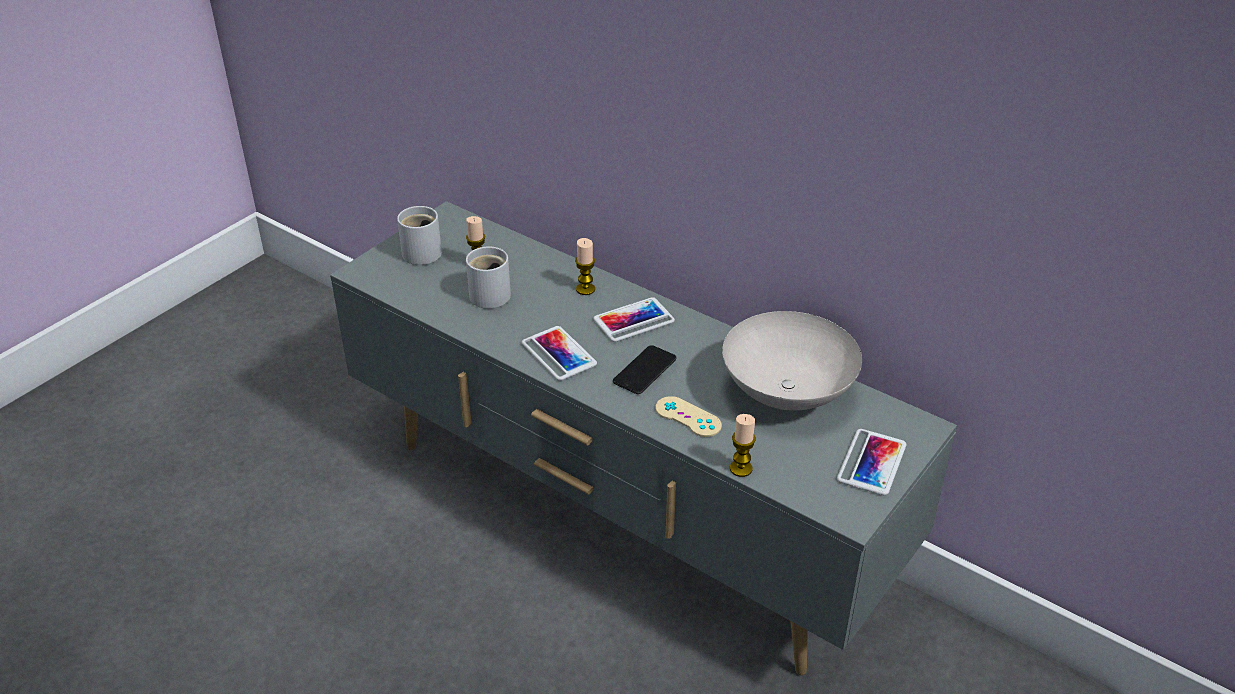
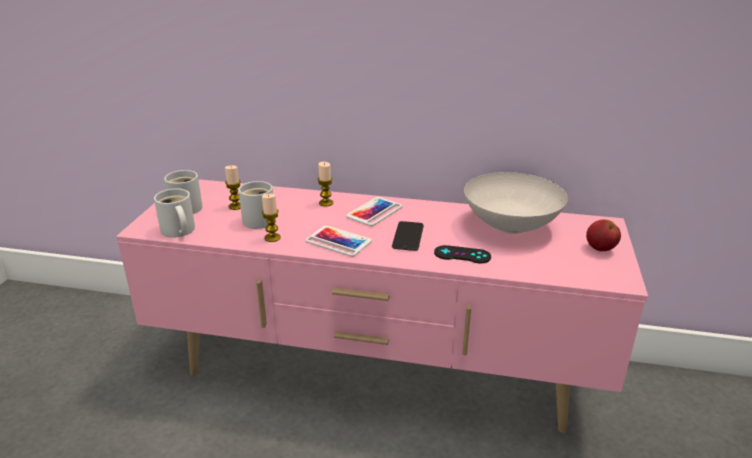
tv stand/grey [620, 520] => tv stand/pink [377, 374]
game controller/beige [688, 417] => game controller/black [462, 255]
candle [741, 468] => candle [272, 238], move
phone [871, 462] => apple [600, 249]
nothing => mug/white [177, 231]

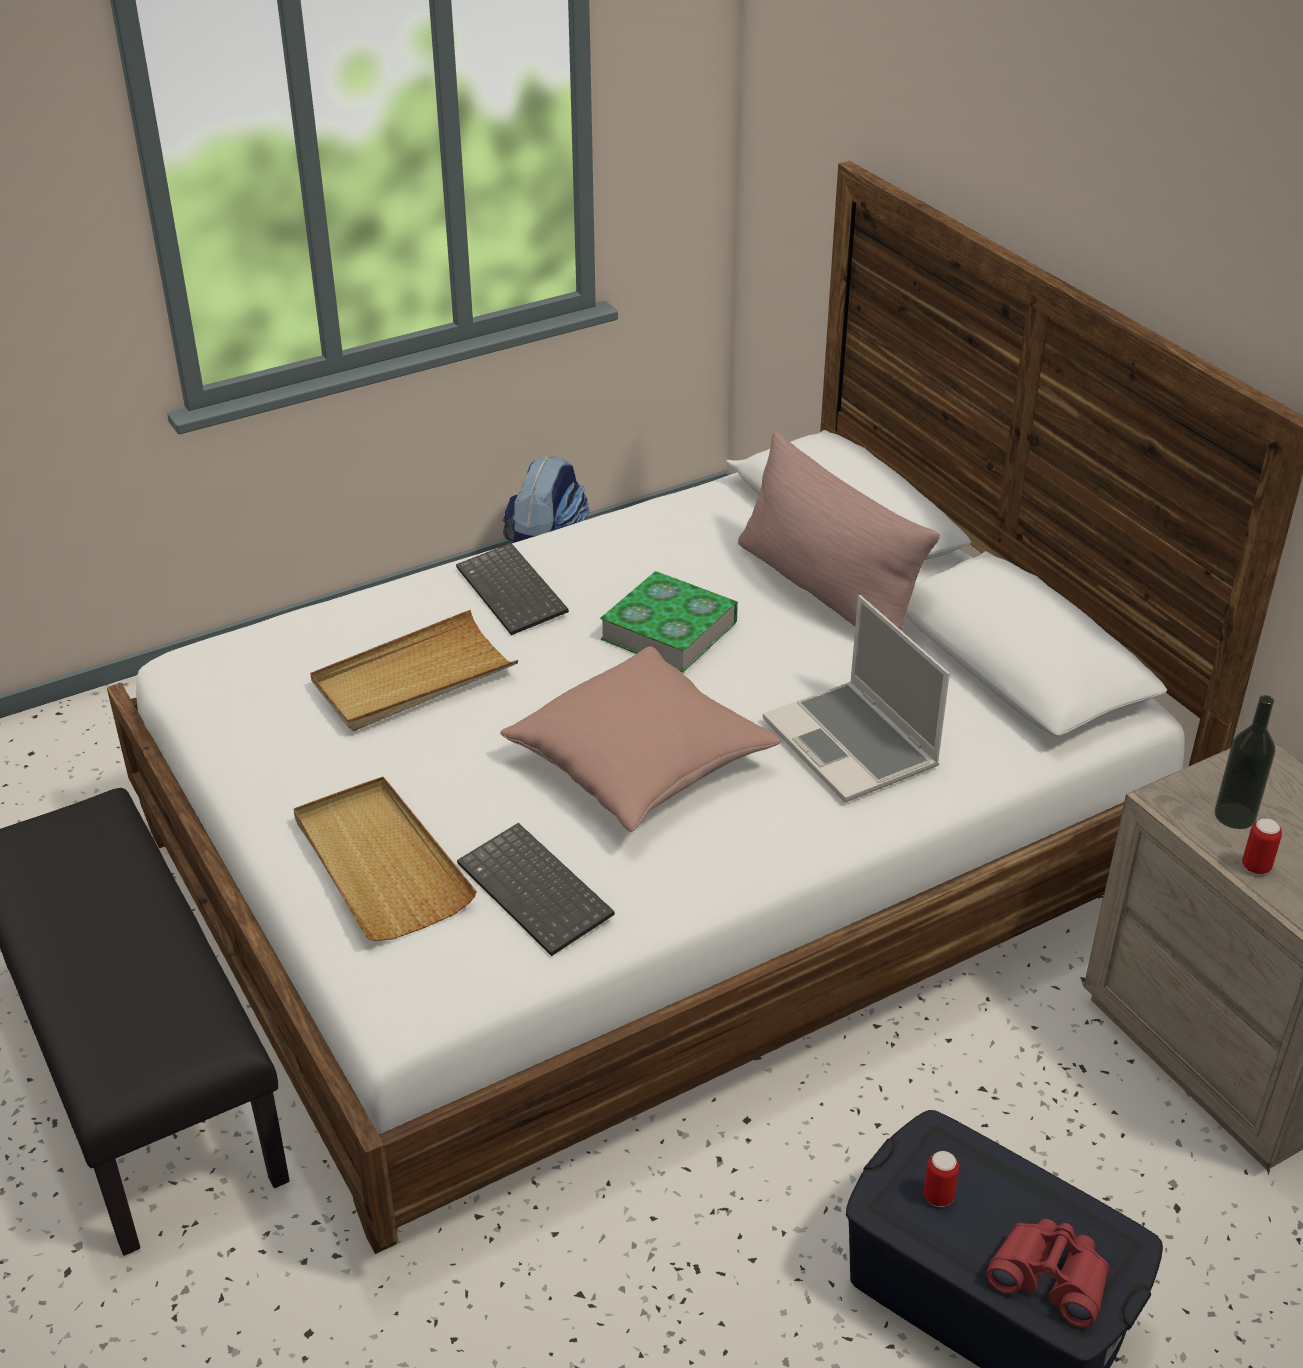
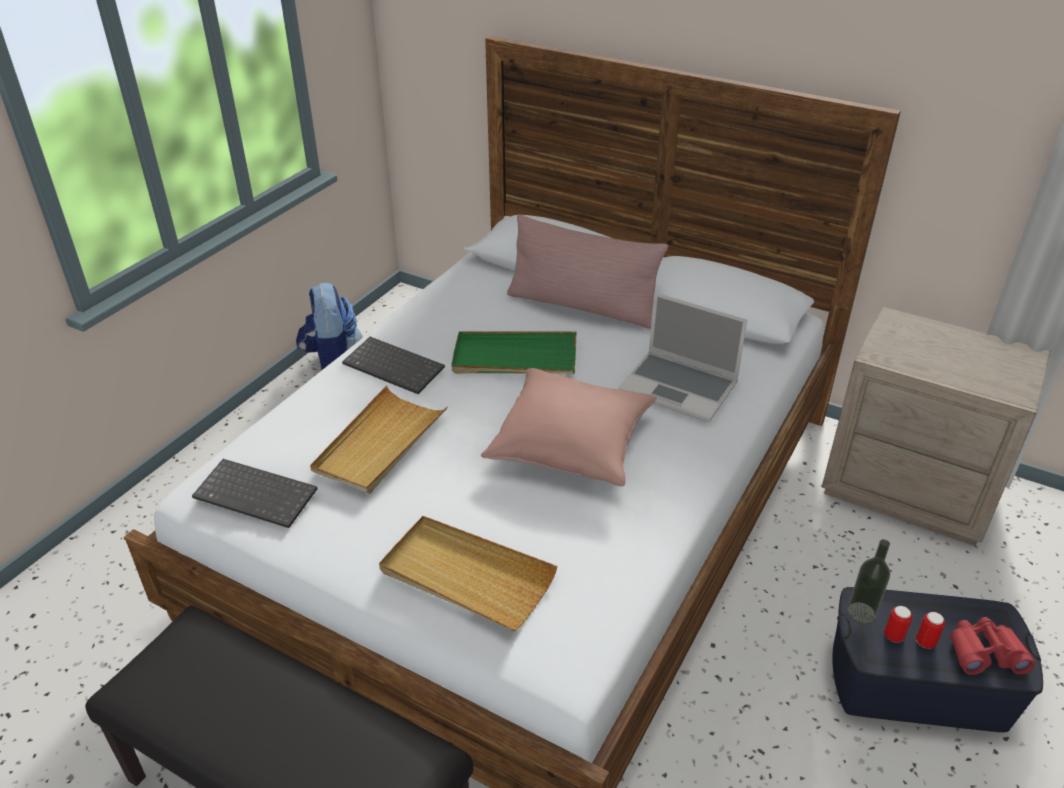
keyboard [538, 891] => keyboard [258, 494], move
book [669, 630] => tray/green [514, 358]
bottle [1234, 815] => bottle [861, 612], move
can [1256, 867] => can [925, 642], move

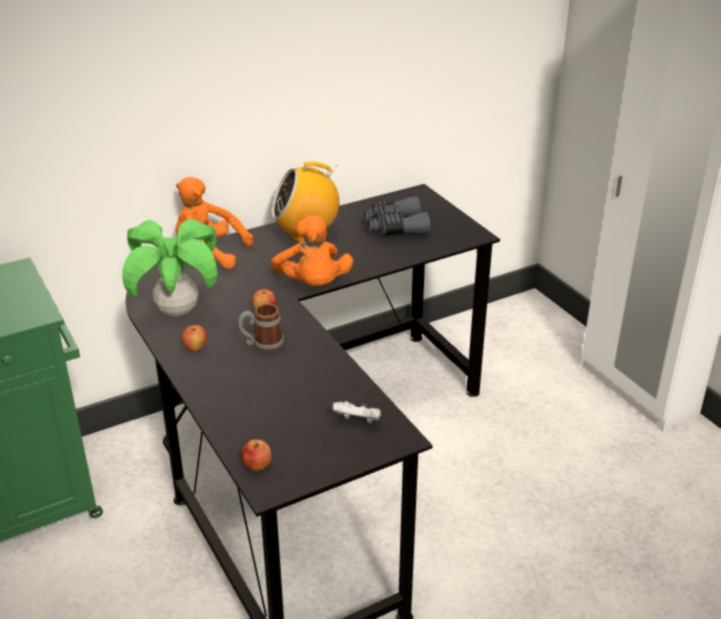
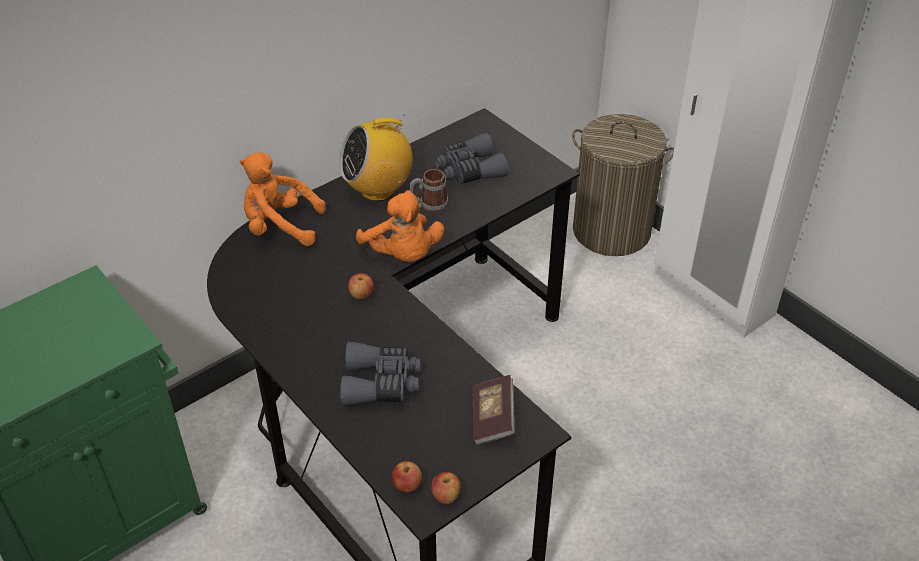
potted plant [177, 312] => nothing
apple [195, 348] => apple [445, 496], move
mug [262, 344] => mug [429, 205], move
game controller/white [358, 421] => book [492, 419]
nothing => binoculars/grey [381, 383]
nothing => laundry basket [611, 231]

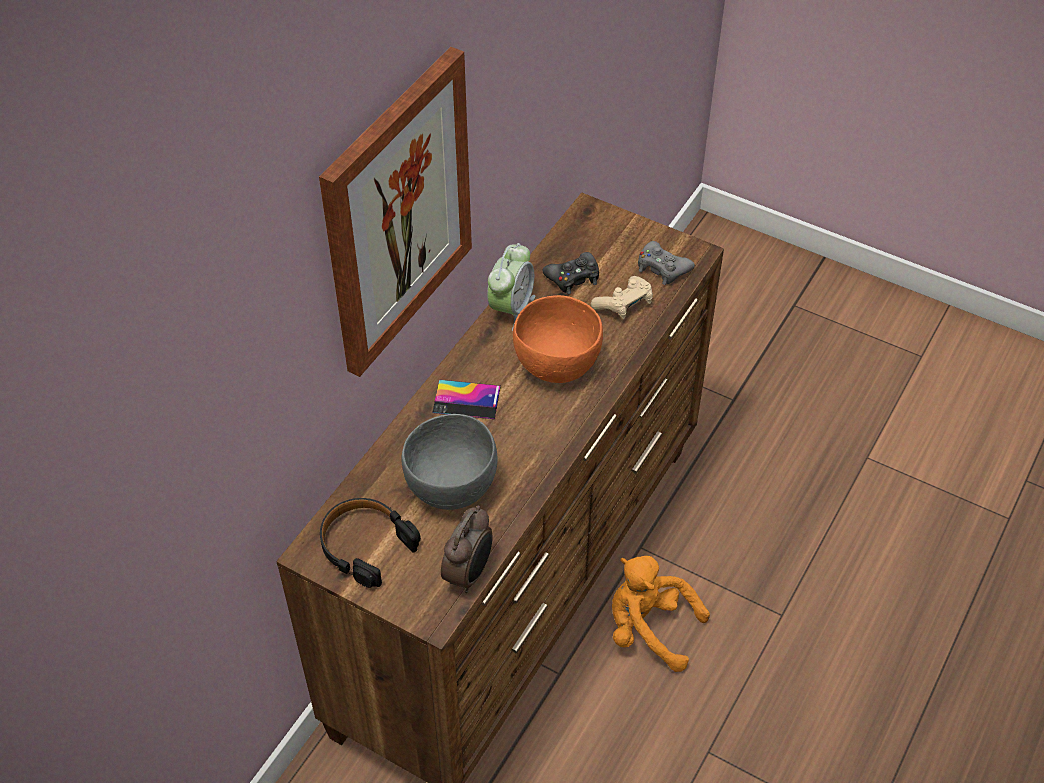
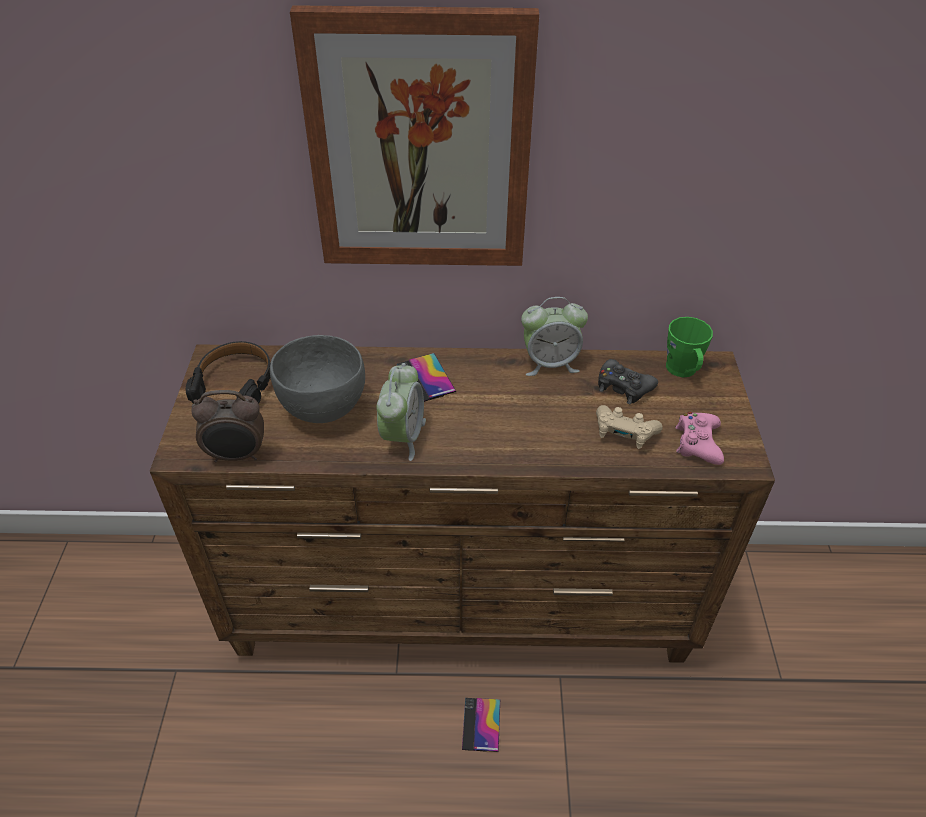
bowl/orange [556, 366] => nothing
plush toy/orange [649, 629] => phone [481, 724]
game controller/grey [662, 268] => game controller/pink [698, 443]
nothing => alarm clock [402, 436]
nothing => mug/green [683, 371]

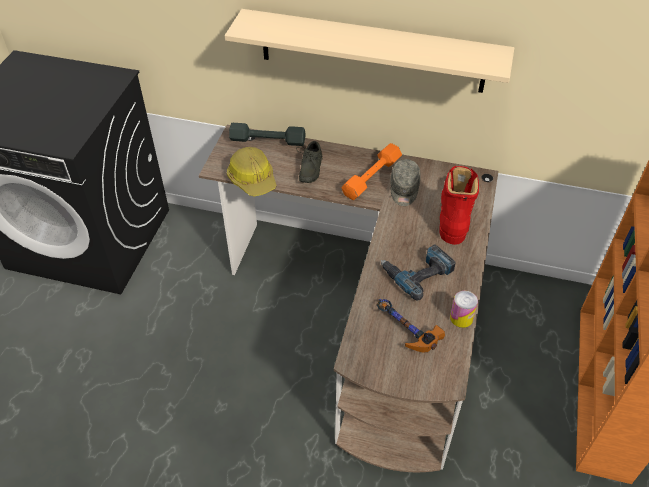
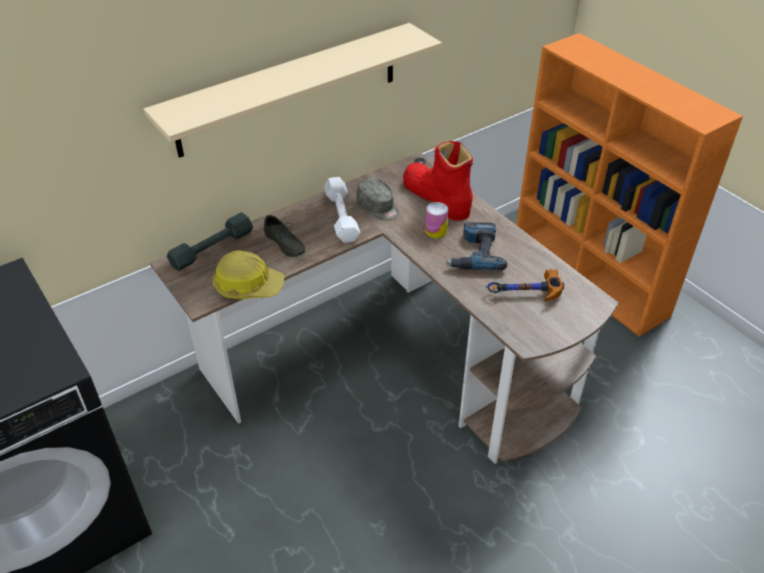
dumbbell/orange [371, 177] => dumbbell/white [341, 216]
can [461, 318] => can [435, 231], move

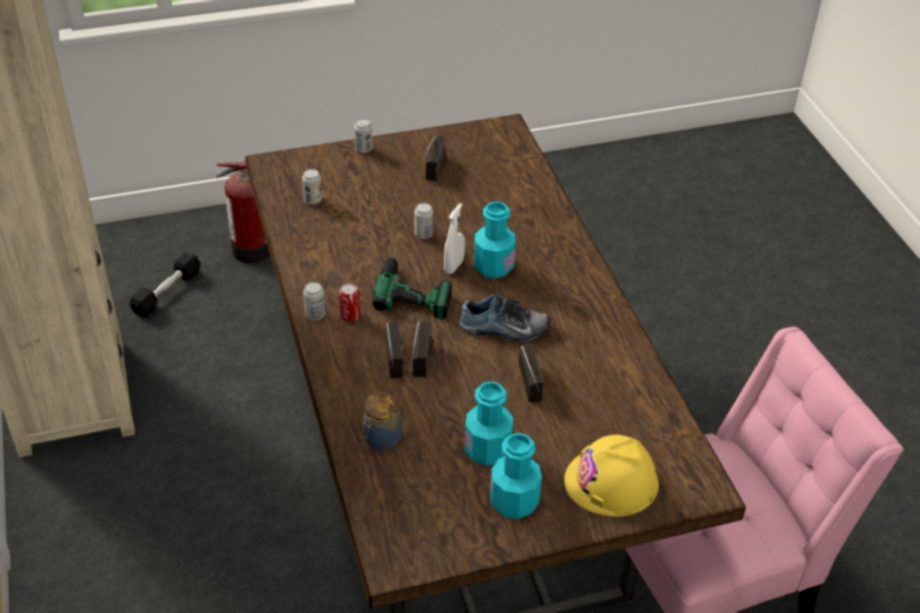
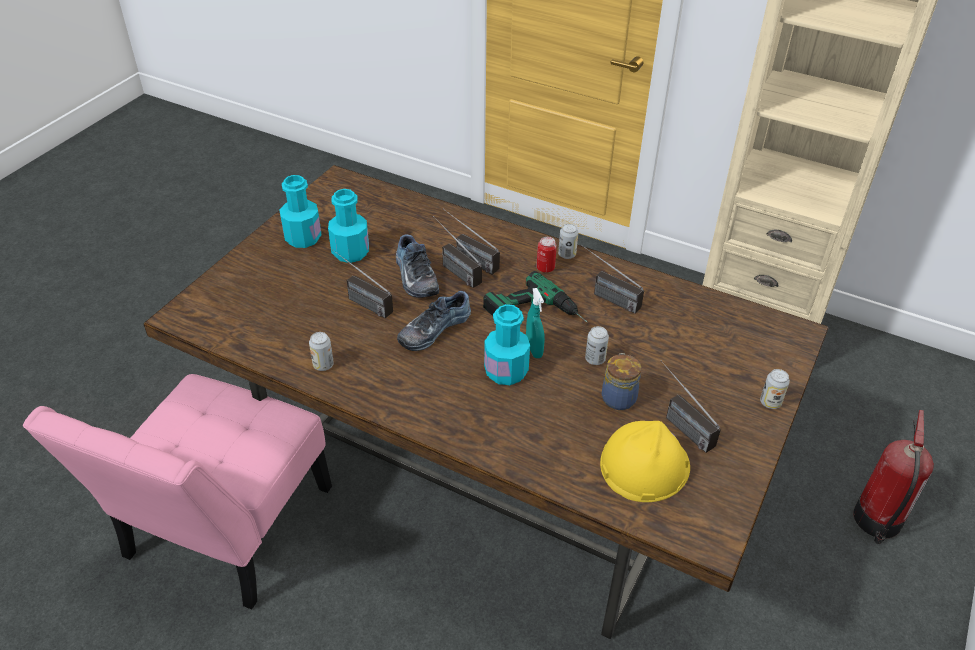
dumbbell/black [167, 292] => nothing
can [313, 200] => can [323, 365], move
jar [381, 439] => jar [618, 397], move
spray bottle/white [454, 266] => spray bottle/turquoise [534, 349]
hard hat/yellow [611, 482] => hard hat/yellow [644, 465], move
nothing => shoe [414, 277]
nothing => radio [605, 296]

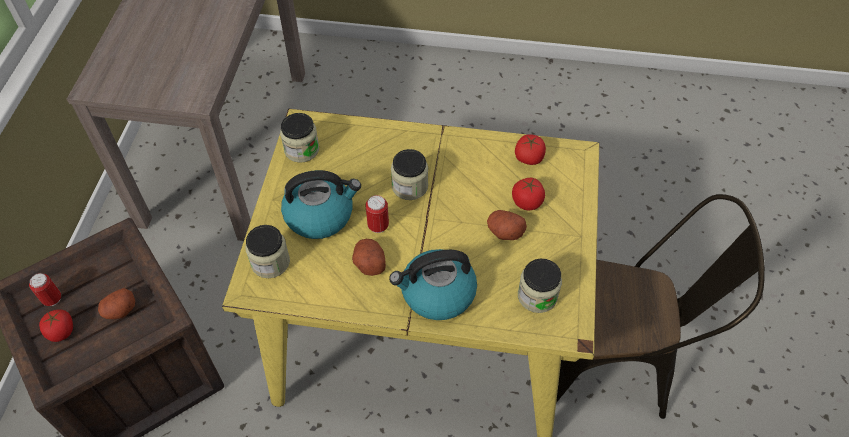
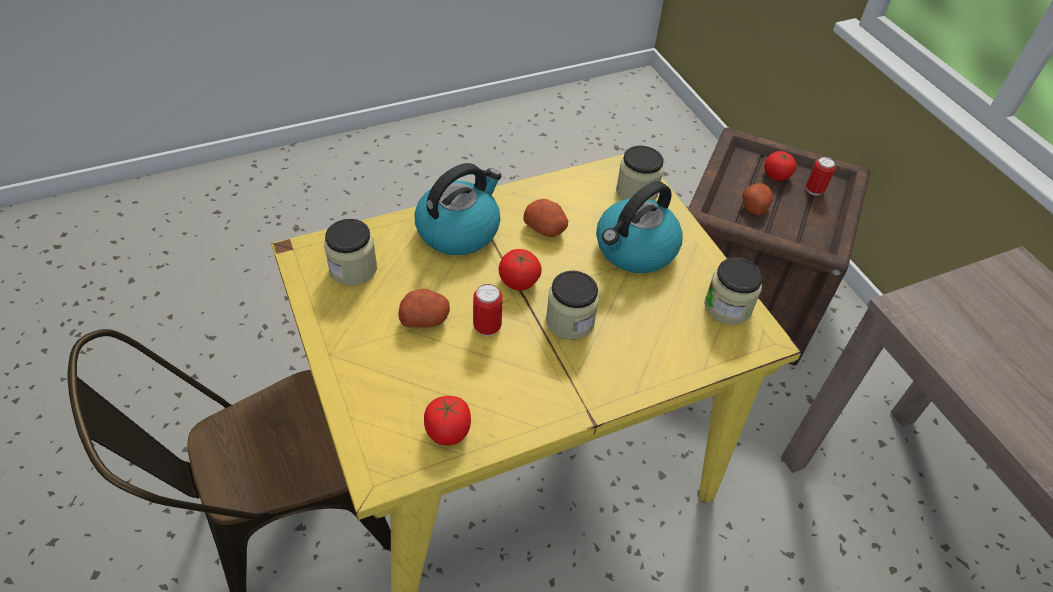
can [378, 226] => can [487, 327], move
tomato [527, 202] => tomato [518, 281], move

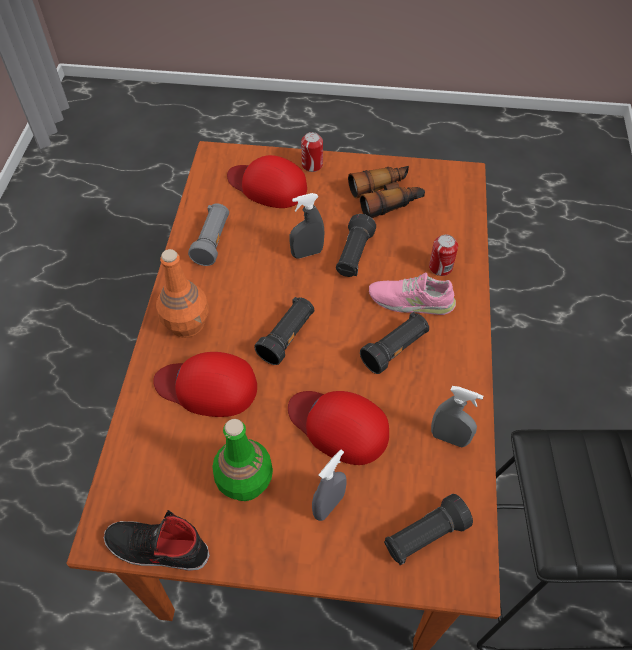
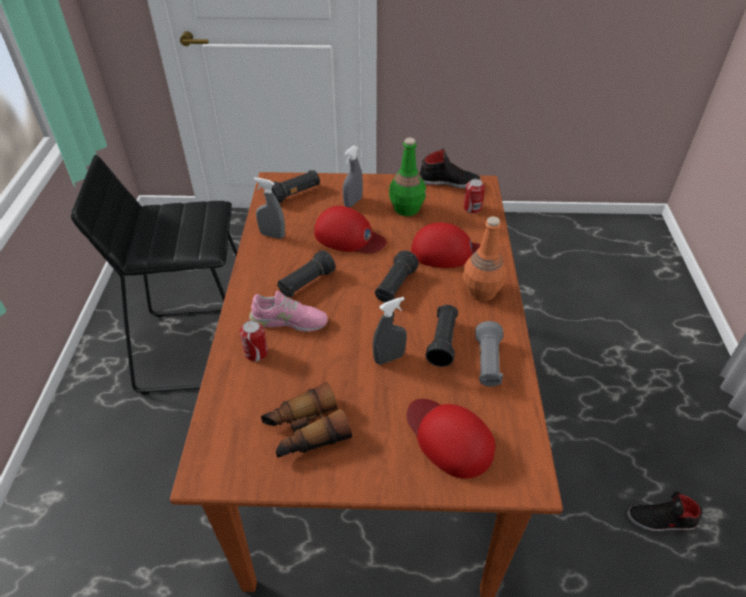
cap/red [268, 185] => cap/red [448, 438], 150 degrees counterclockwise
can [312, 165] => can [472, 208], move
flashlight/black [353, 255] => flashlight/black [443, 342], move
nothing => shoe/black [661, 520]

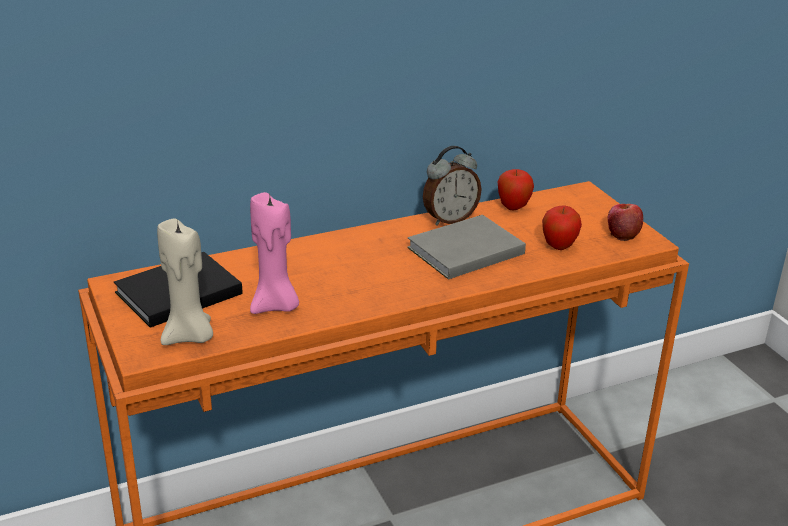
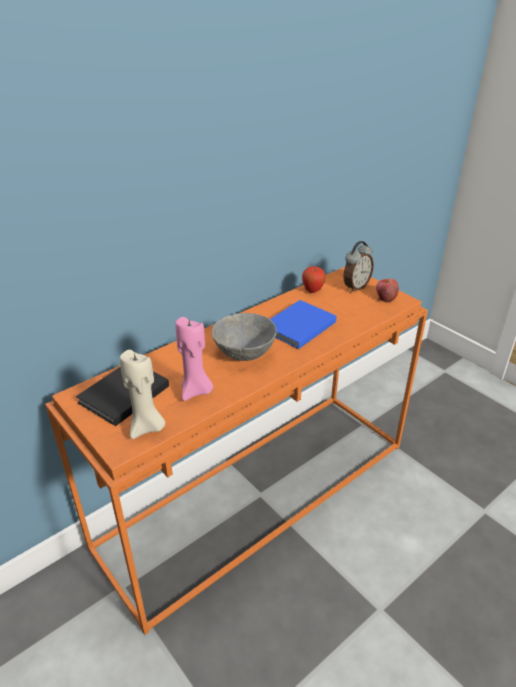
book/grey [462, 251] => book/blue [297, 327]
alarm clock [449, 219] => alarm clock [355, 287], move
apple [558, 246] => nothing
nothing => bowl/grey [244, 353]

